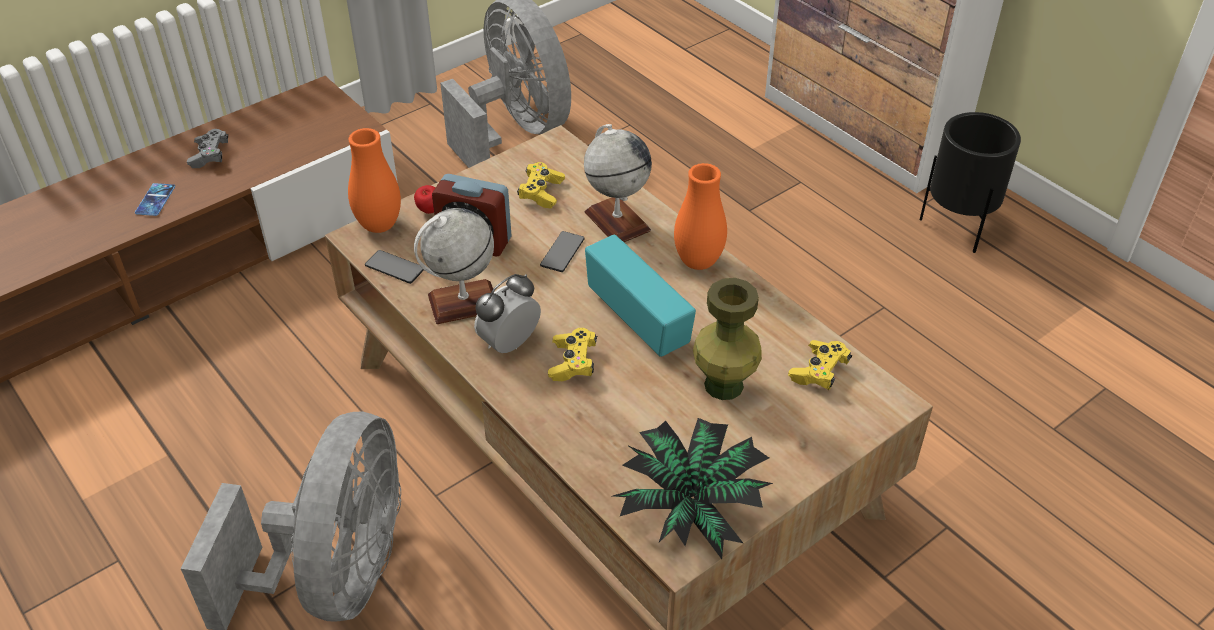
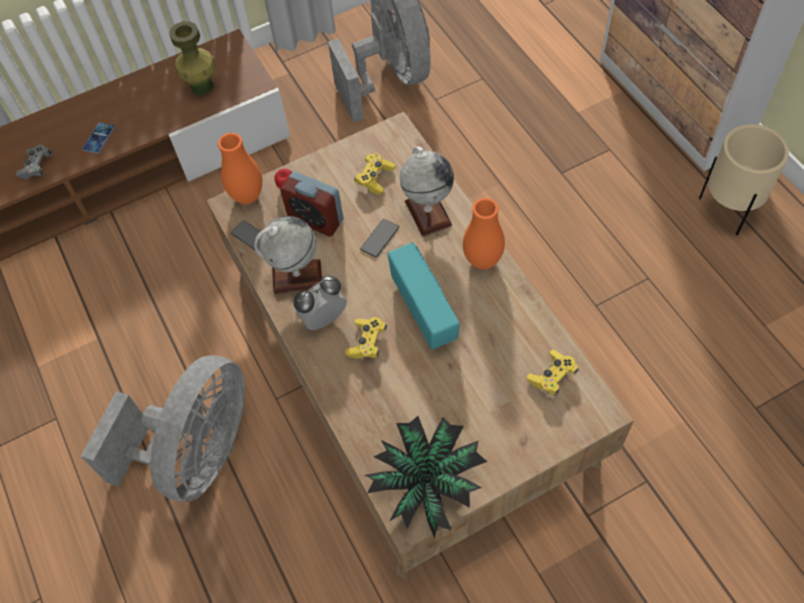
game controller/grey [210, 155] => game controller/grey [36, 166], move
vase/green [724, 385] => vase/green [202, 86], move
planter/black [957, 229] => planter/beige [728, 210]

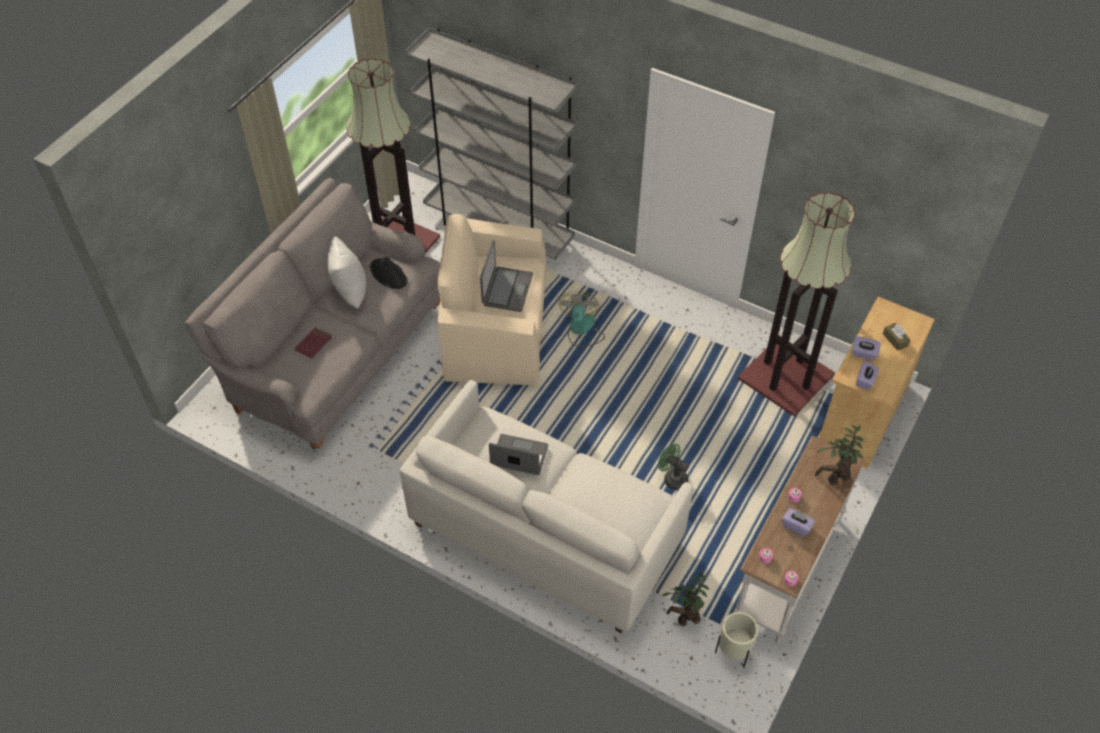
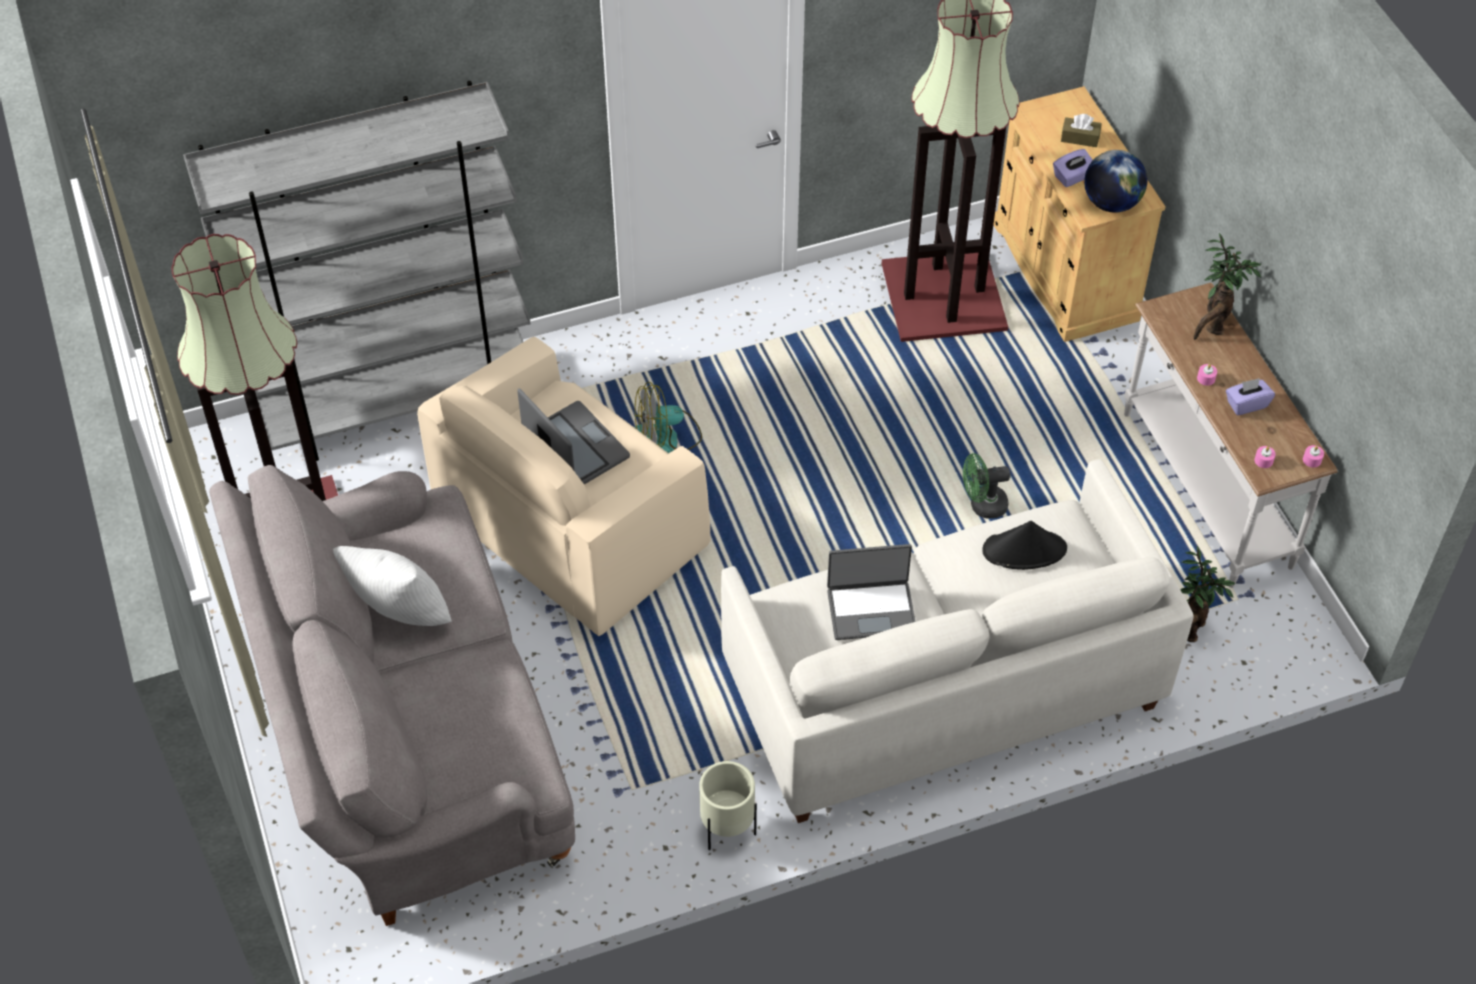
book/red [313, 344] => nothing
hat/black [389, 274] => hat/black [1024, 550], move
laptop [519, 457] => laptop [871, 609], 150 degrees counterclockwise
fan [581, 330] => fan [666, 437], 60 degrees counterclockwise
planter/beige [733, 652] => planter/beige [727, 830], move
tissue box/purple [865, 381] => globe [1111, 203]

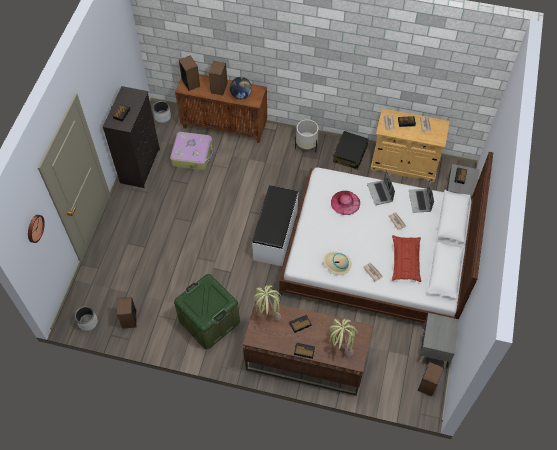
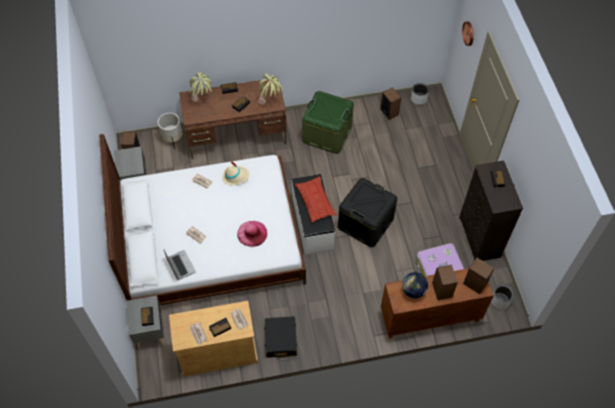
planter/white [306, 146] => planter/white [172, 139], move
laptop [380, 193] => nothing
pillow [405, 260] => pillow [315, 201], move
nothing => storage box/black [365, 223]

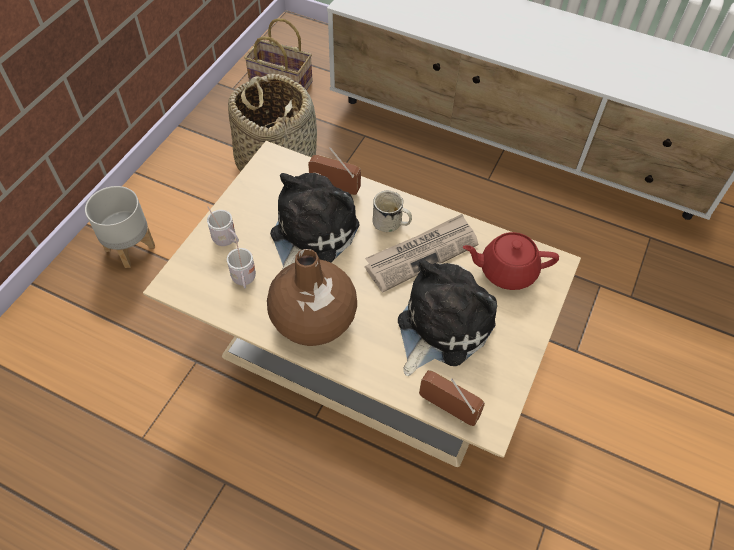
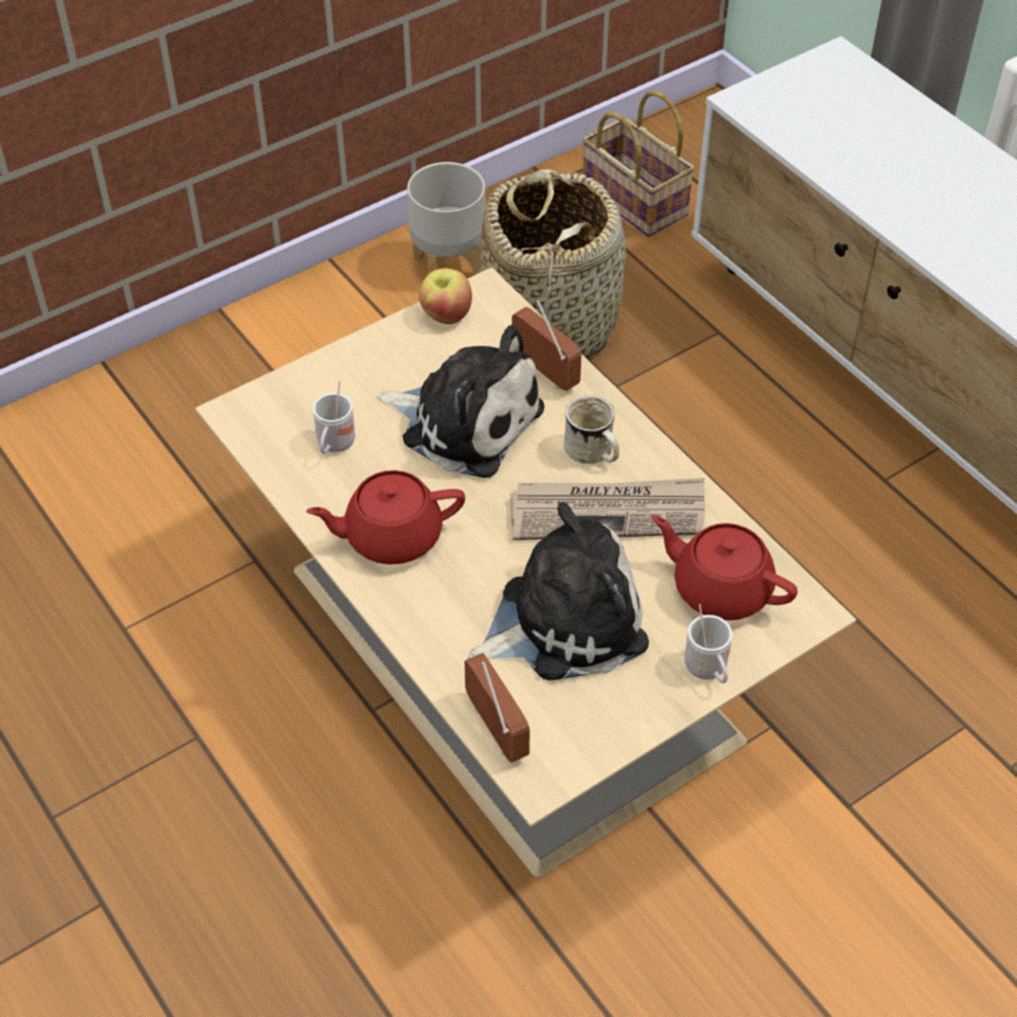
planter/grey [129, 247] => planter/grey [448, 265], move
mug/white [227, 241] => mug/white [708, 671], move
vase/brown [313, 320] => teapot/red [391, 536]
plush toy [310, 234] => plush toy [465, 421], 60 degrees clockwise
nothing => apple [446, 315]

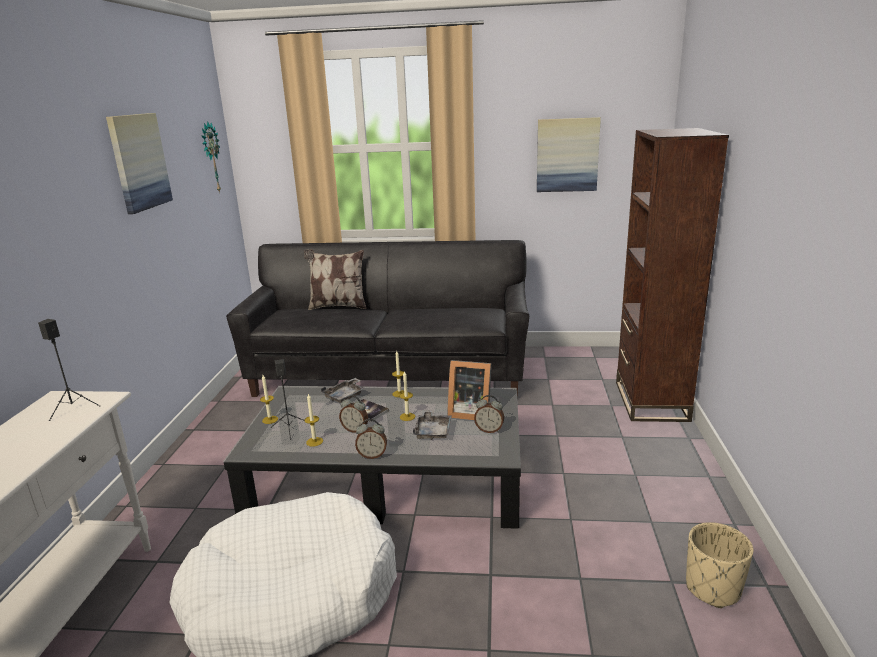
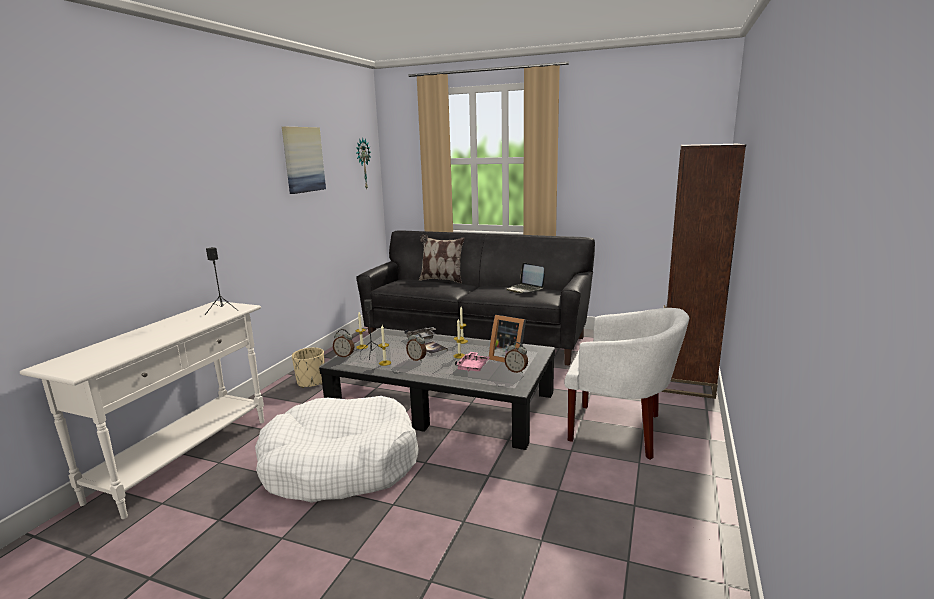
alarm clock [372, 455] => alarm clock [344, 356], move
tray/grey [433, 431] => tray/pink [473, 366]
picture [567, 155] => nothing
planter/beige [712, 588] => planter/beige [311, 382], move
nothing => laptop [525, 289]
nothing => armchair/white [620, 430]

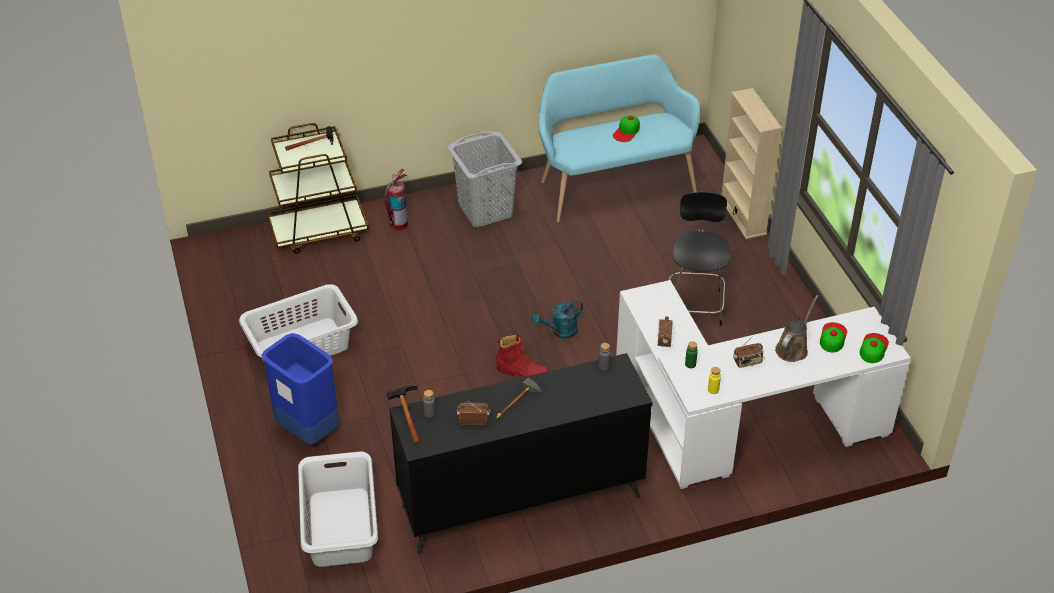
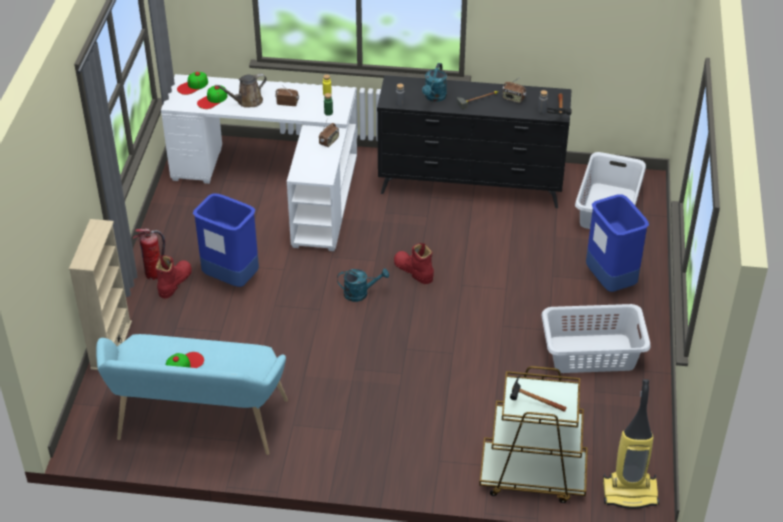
fire extinguisher [398, 225] => fire extinguisher [154, 274], move
laundry basket/grey [486, 210] => nothing
chair/black [695, 304] => trash can/blue [231, 278]
nothing => boot/red [174, 282]
nothing => watering can/turquoise [434, 97]
nothing => vacuum cleaner [630, 492]

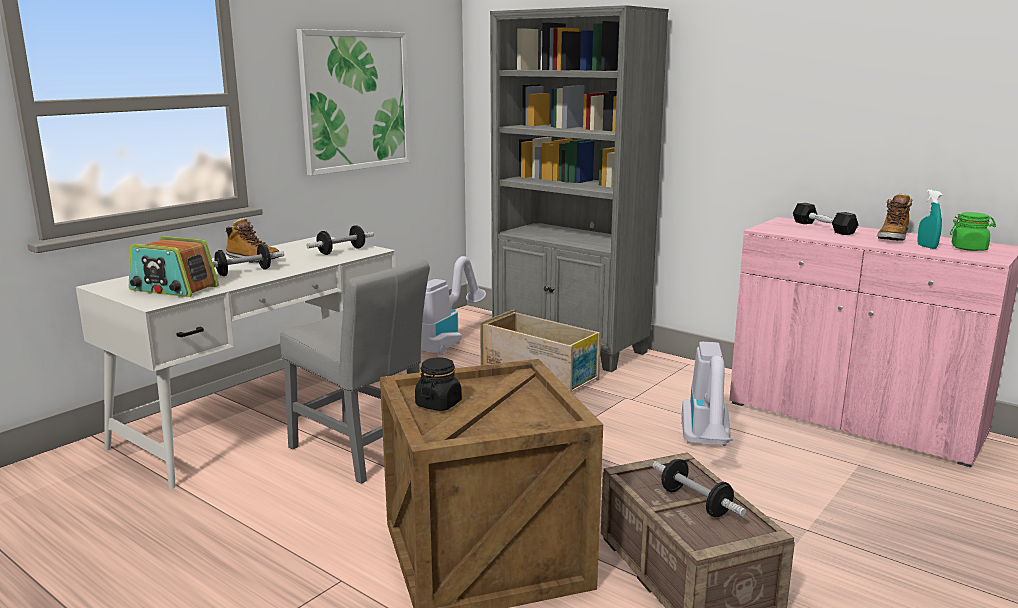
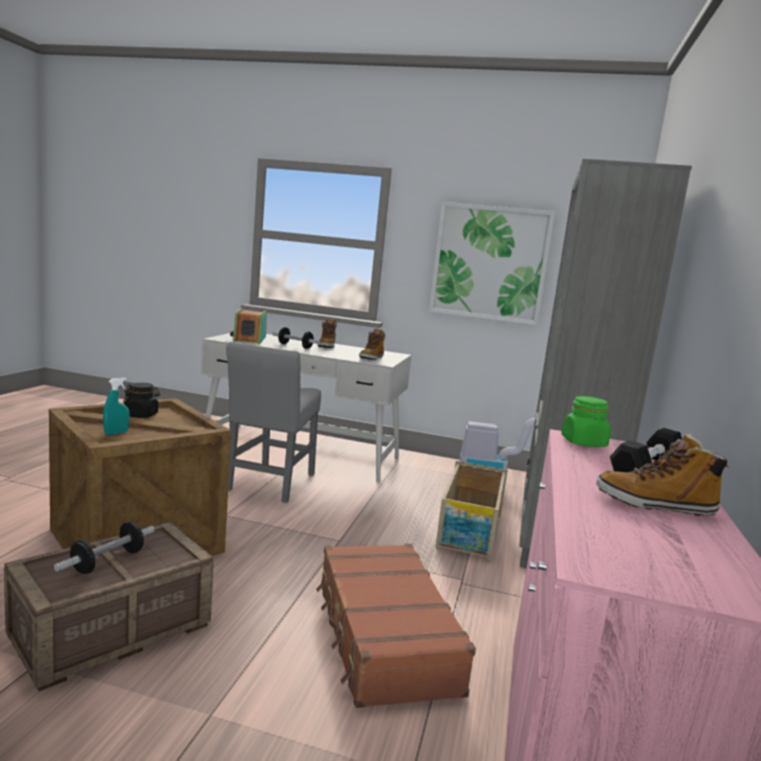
dumbbell [341, 251] => boot [371, 358]
vacuum cleaner [707, 445] => suitcase/brown [383, 636]
spray bottle/turquoise [927, 247] => spray bottle/turquoise [116, 433], move
jar/green [969, 248] => jar/green [584, 443], move

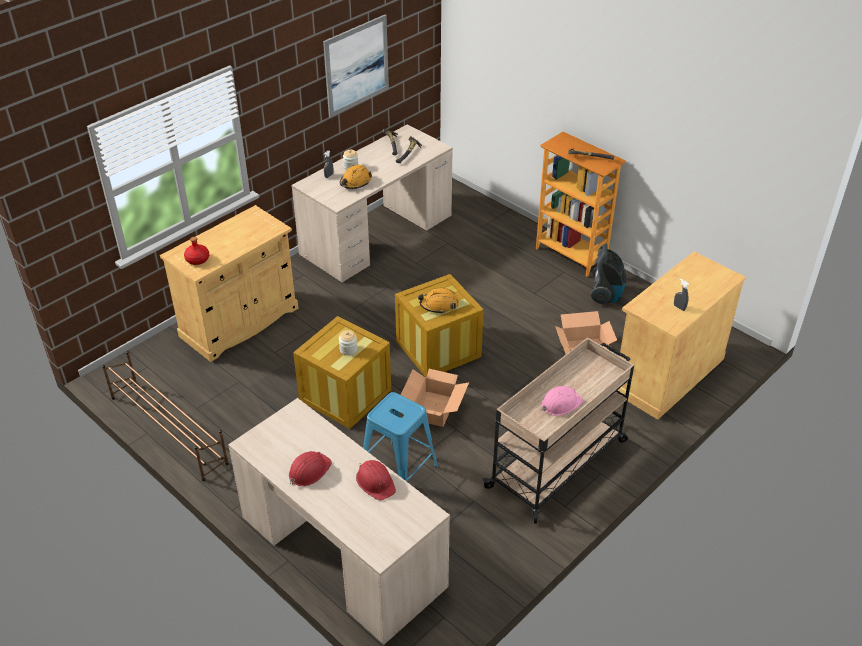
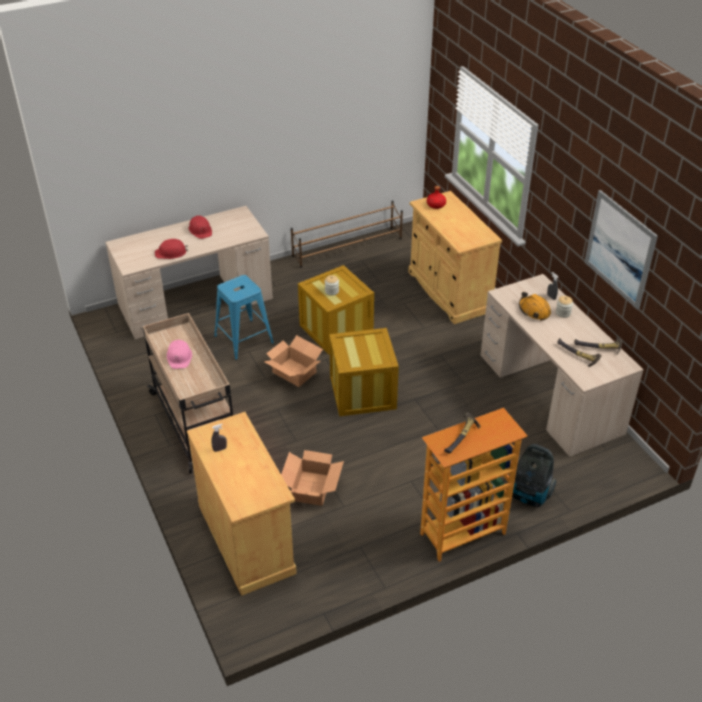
hard hat/orange [439, 305] => nothing
vacuum cleaner [606, 294] => vacuum cleaner [529, 495], move

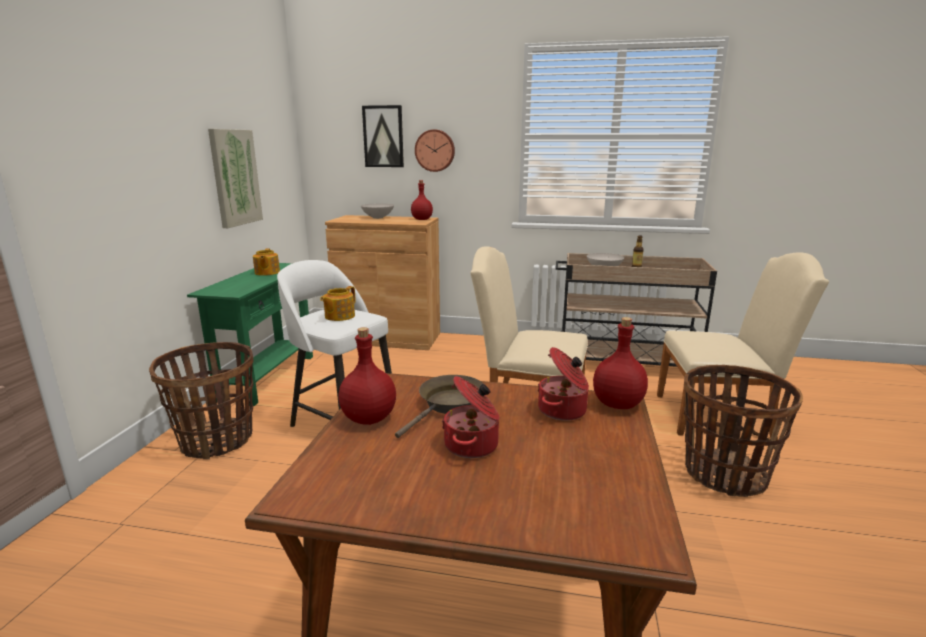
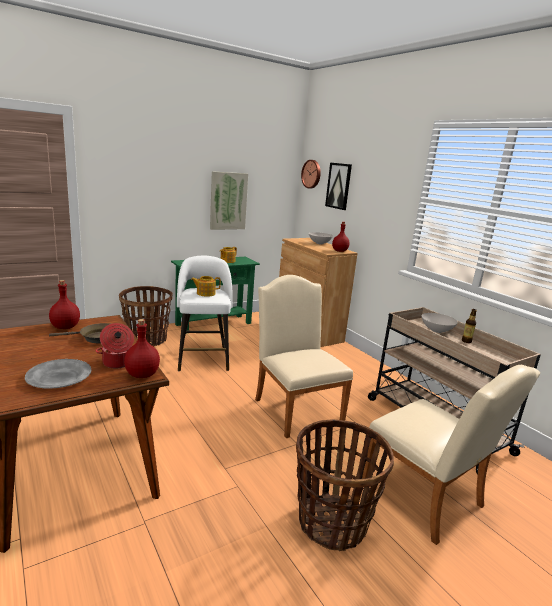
wall clock [435, 150] => wall clock [312, 174], move
cooking pot [473, 445] => nothing
nothing => plate/grey [58, 377]

